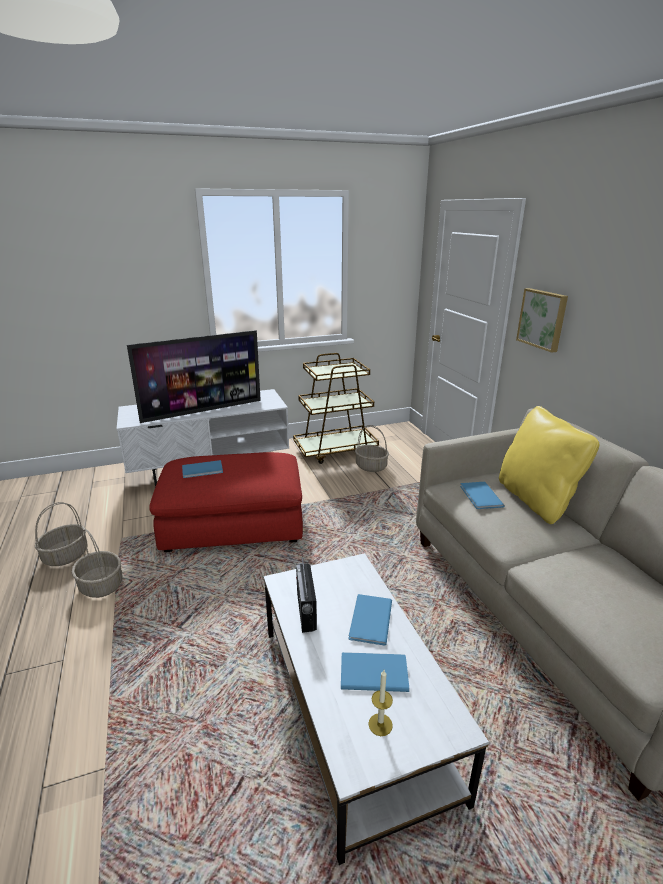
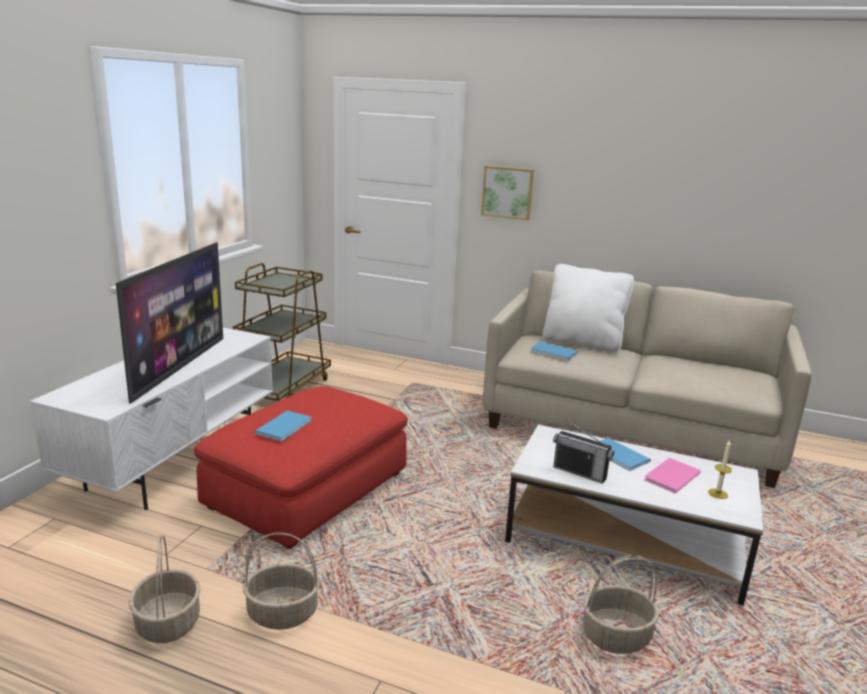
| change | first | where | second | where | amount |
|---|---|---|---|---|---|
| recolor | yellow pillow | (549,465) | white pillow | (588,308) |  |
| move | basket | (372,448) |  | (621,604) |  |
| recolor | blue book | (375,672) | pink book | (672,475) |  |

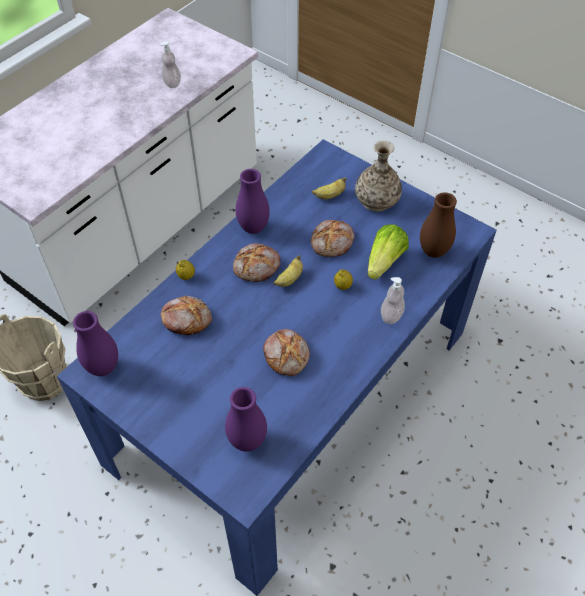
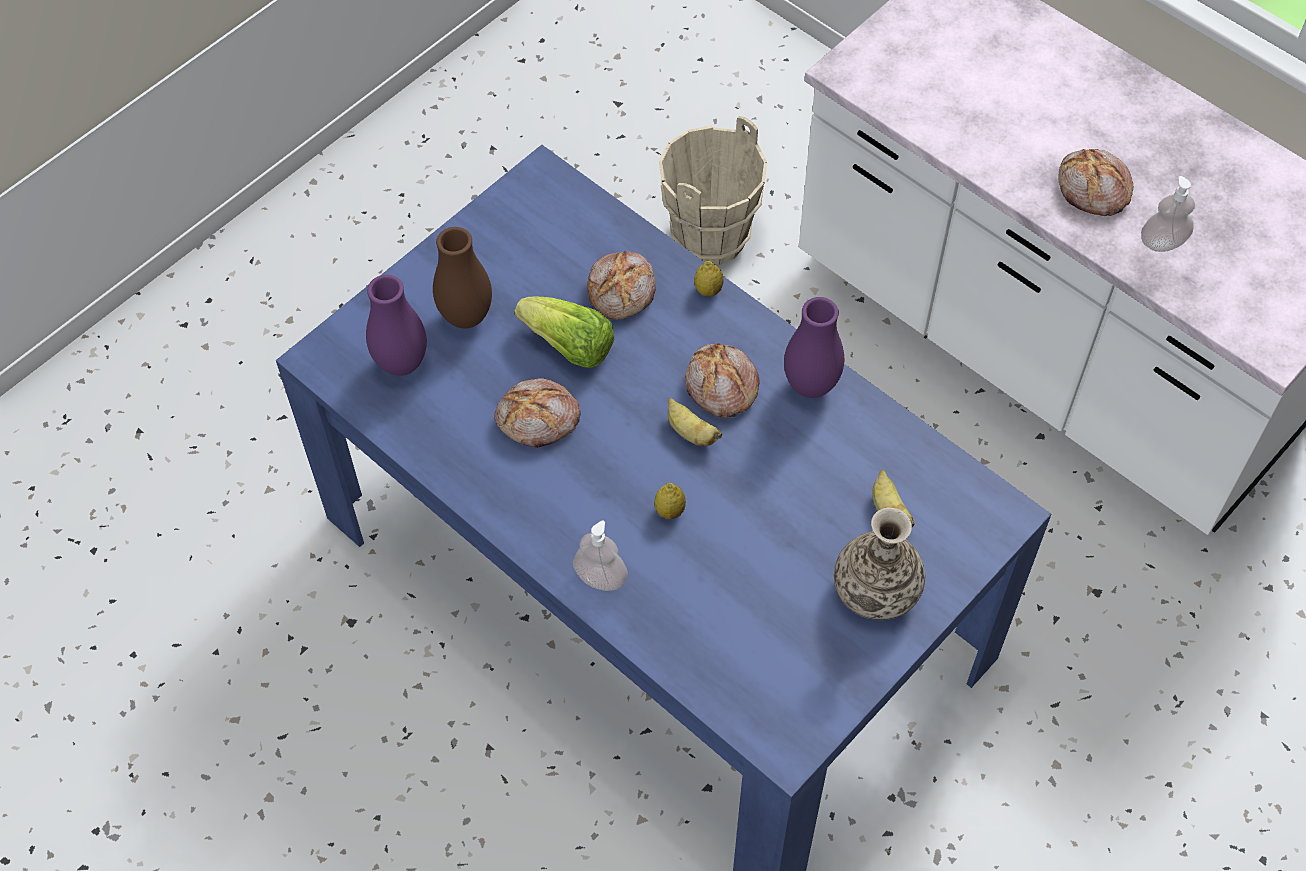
| change | first | where | second | where | amount |
|---|---|---|---|---|---|
| move | brown vase | (438,225) |  | (462,277) |  |
| move | lettuce | (388,252) |  | (564,332) |  |
| move | bread | (333,238) |  | (1096,182) |  |
| delete | purple vase | (95,343) |  |  |  |

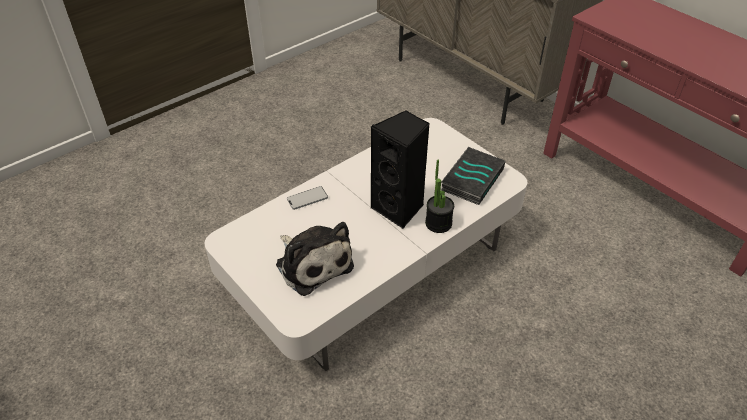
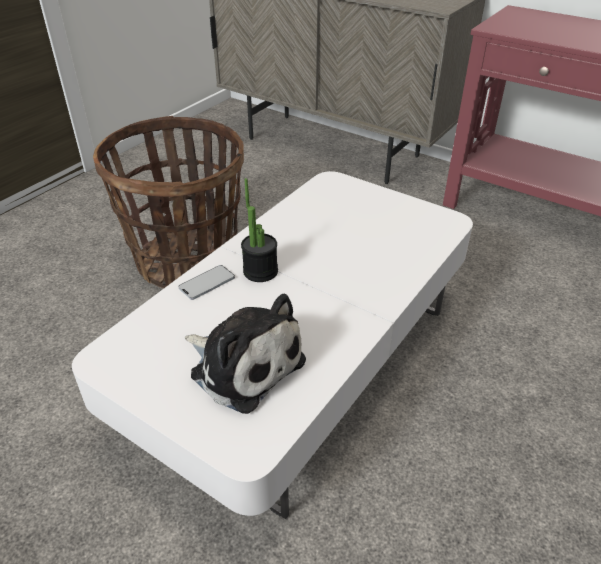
| change | first | where | second | where | amount |
|---|---|---|---|---|---|
| insert |  |  | basket | (168,202) |  |
| move | potted plant | (439,196) |  | (259,230) |  |
| delete | black speaker | (400,169) |  |  |  |
| delete | book | (473,176) |  |  |  |

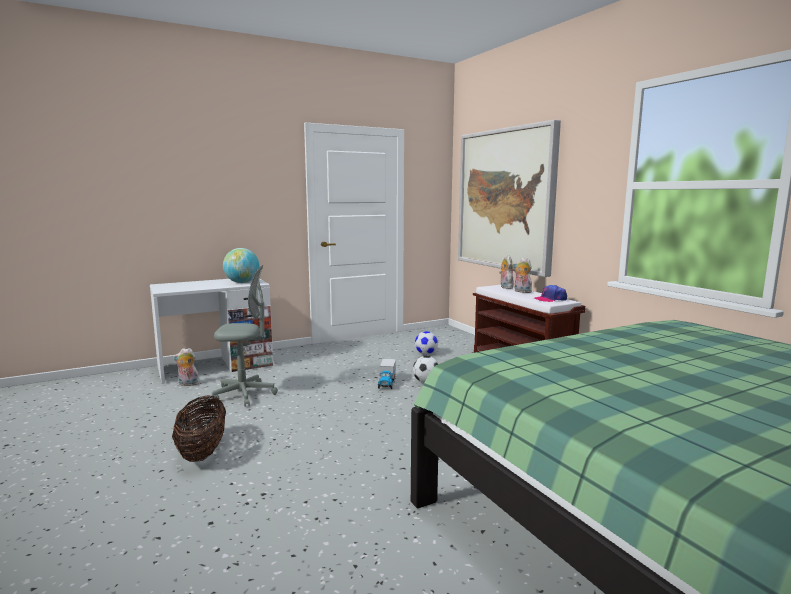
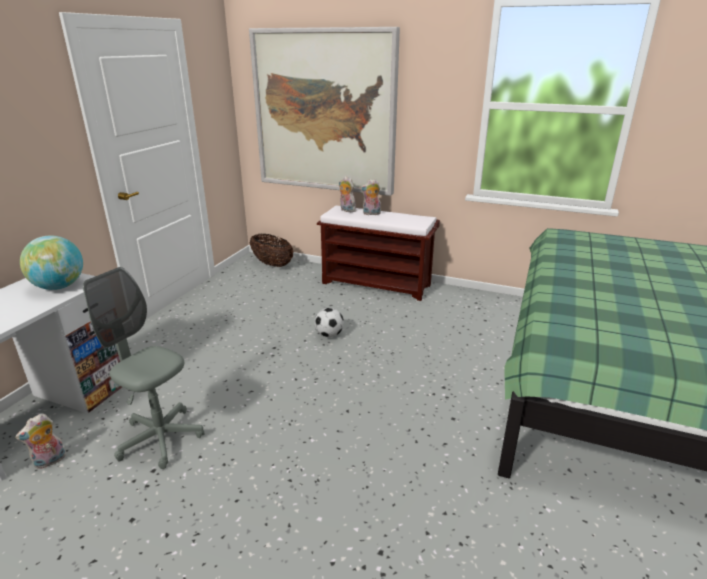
| change | first | where | second | where | amount |
|---|---|---|---|---|---|
| rotate | grey office chair | (245,336) |  | (144,368) | 105 degrees counterclockwise |
| move | basket | (199,429) |  | (272,250) |  |
| delete | toy truck | (387,374) |  |  |  |
| delete | football | (426,343) |  |  |  |
| delete | cap | (550,293) |  |  |  |

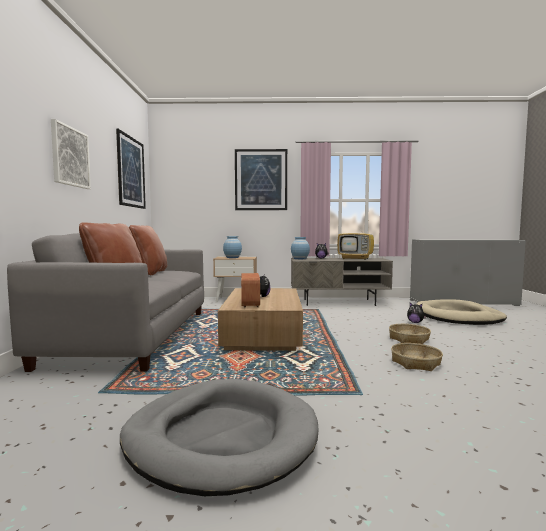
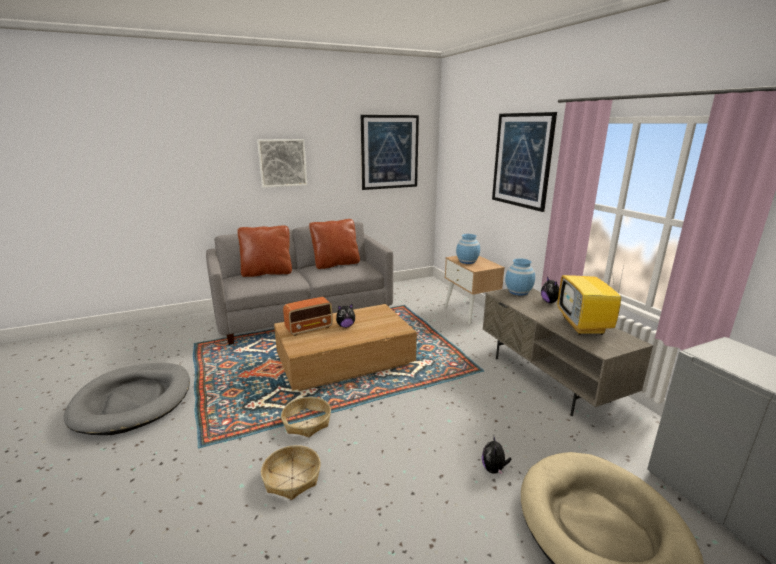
| change | first | where | second | where | amount |
|---|---|---|---|---|---|
| move | basket | (410,334) |  | (306,417) |  |

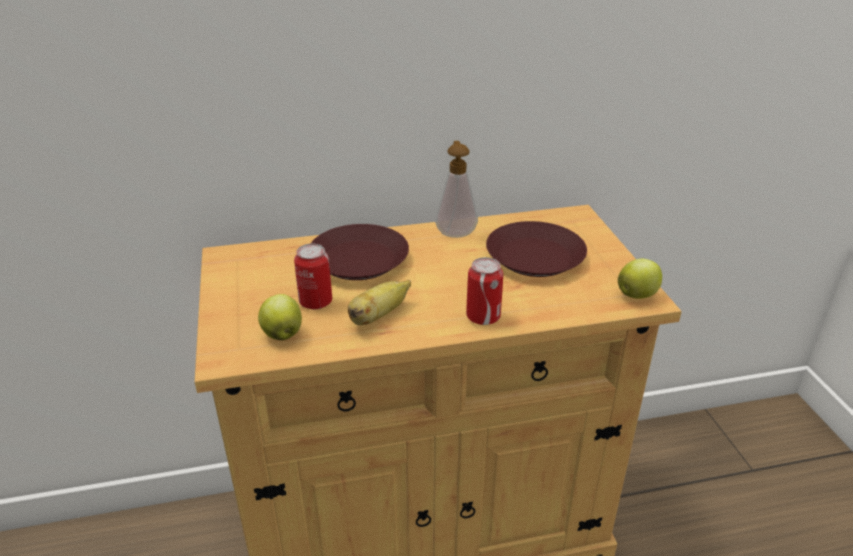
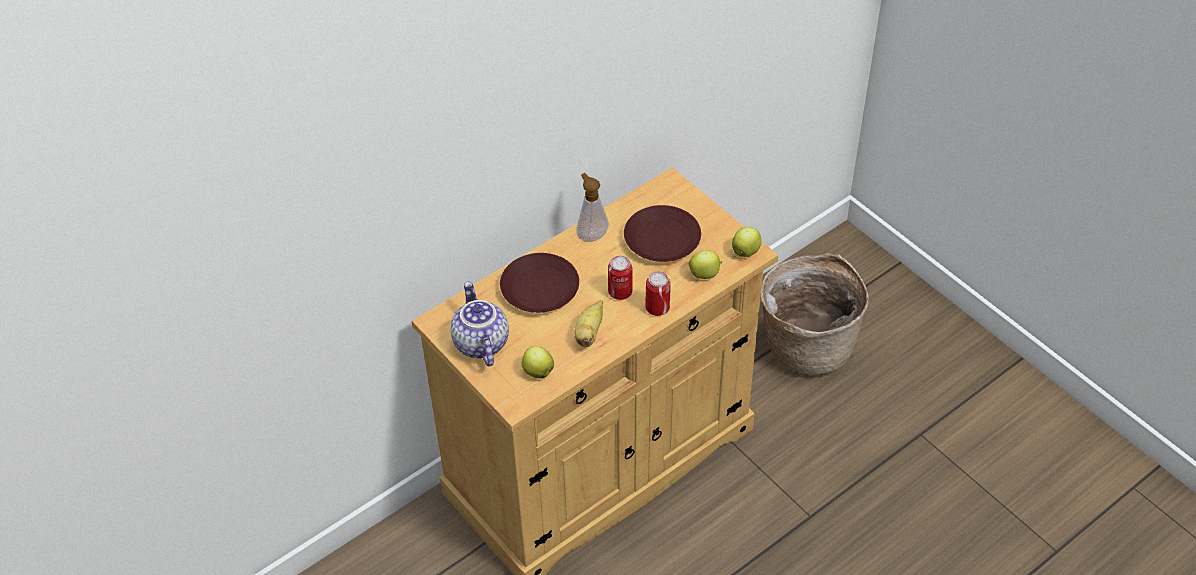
| change | first | where | second | where | amount |
|---|---|---|---|---|---|
| insert |  |  | teapot | (480,324) |  |
| move | can | (313,276) |  | (620,278) |  |
| insert |  |  | apple | (705,264) |  |
| insert |  |  | basket | (815,314) |  |

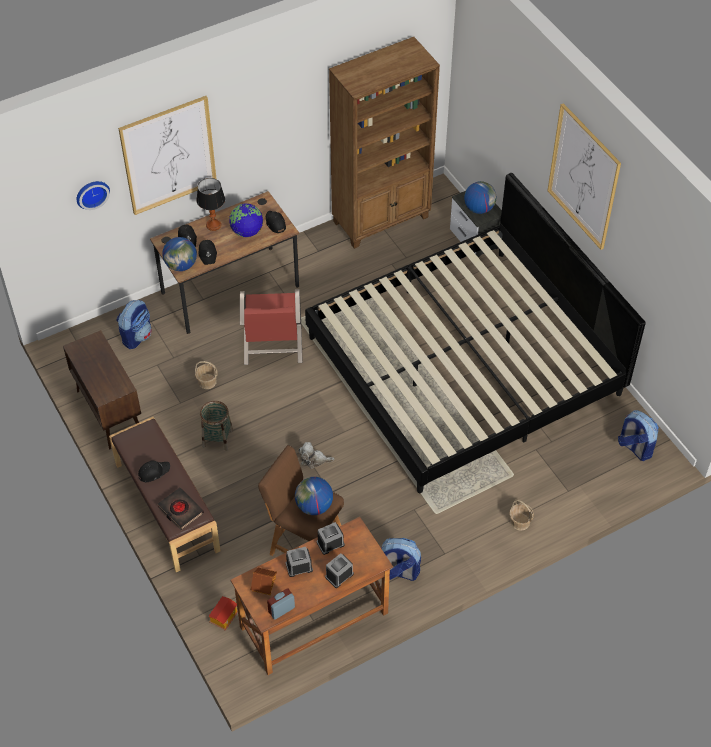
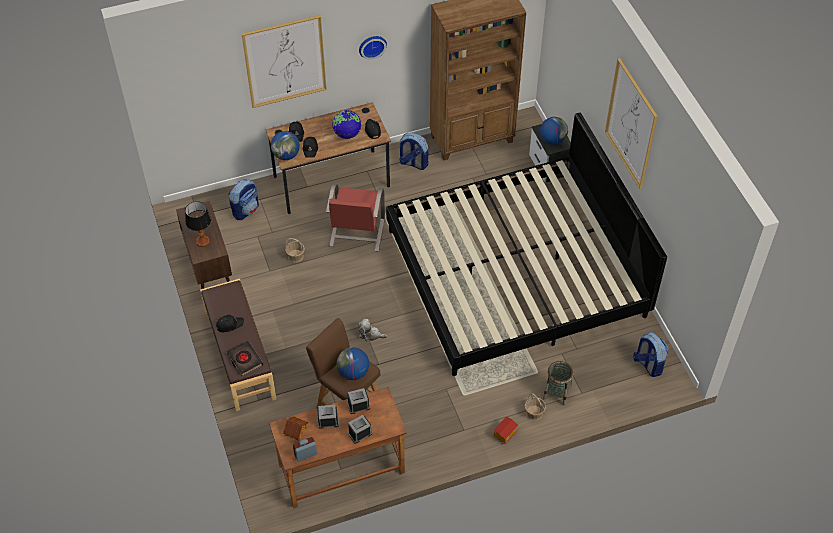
| change | first | where | second | where | amount |
|---|---|---|---|---|---|
| move | table lamp | (210,204) |  | (198,224) |  |
| move | wall clock | (93,195) |  | (373,48) |  |
| move | backpack | (401,559) |  | (414,151) |  |
| move | toy house | (223,613) |  | (505,431) |  |
| move | basket | (216,426) |  | (558,383) |  |

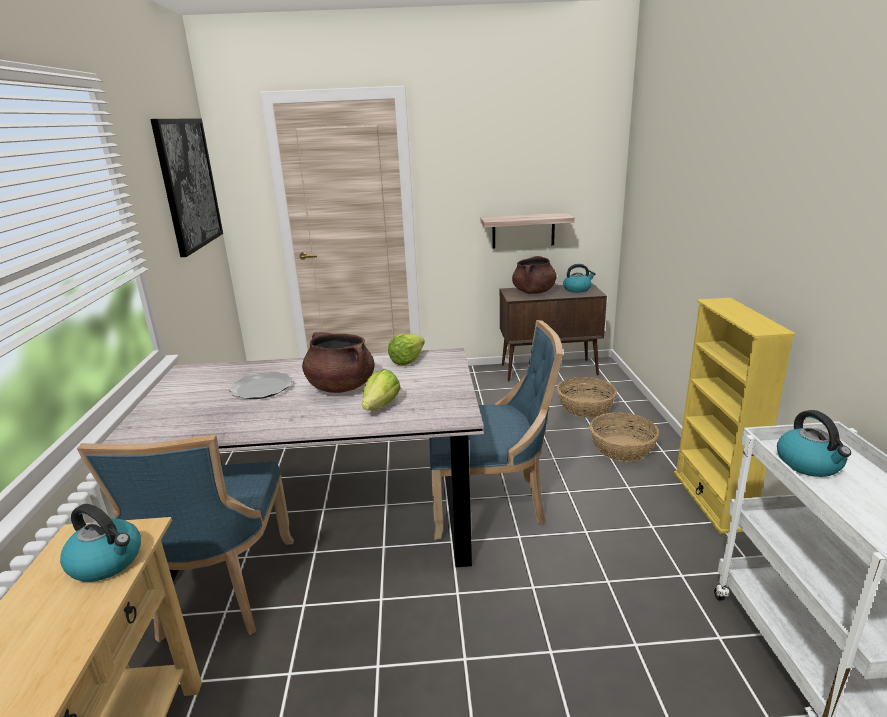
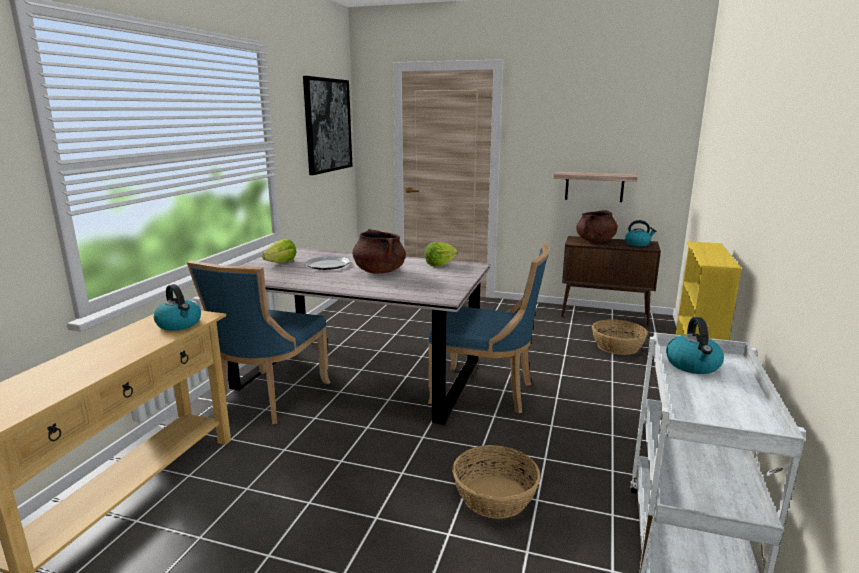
| change | first | where | second | where | amount |
|---|---|---|---|---|---|
| move | lettuce | (381,390) |  | (279,250) |  |
| move | basket | (624,437) |  | (496,482) |  |

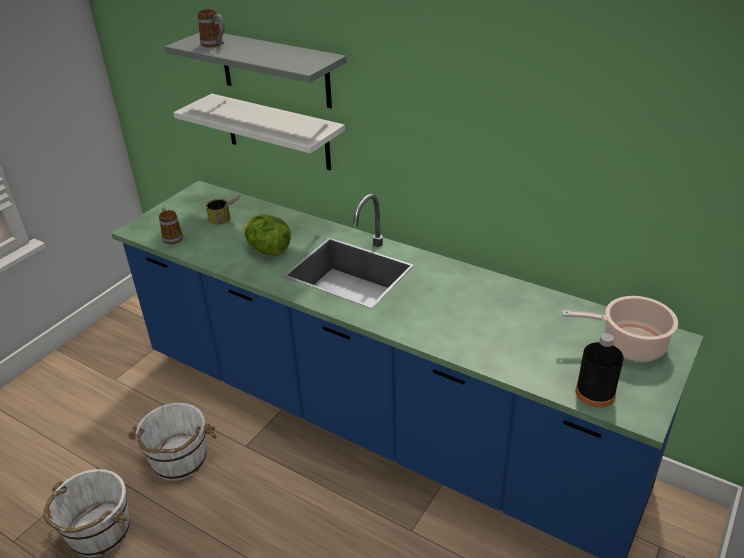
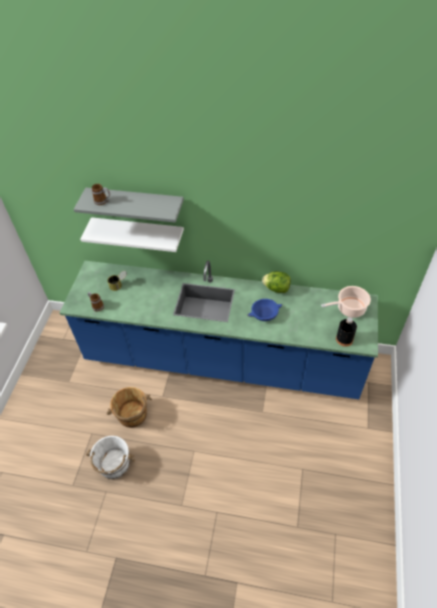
| change | first | where | second | where | amount |
|---|---|---|---|---|---|
| recolor | white bucket | (172,442) | brown bucket | (129,407) |  |
| insert |  |  | blue bowl | (264,310) |  |
| move | lettuce | (267,235) |  | (276,282) |  |

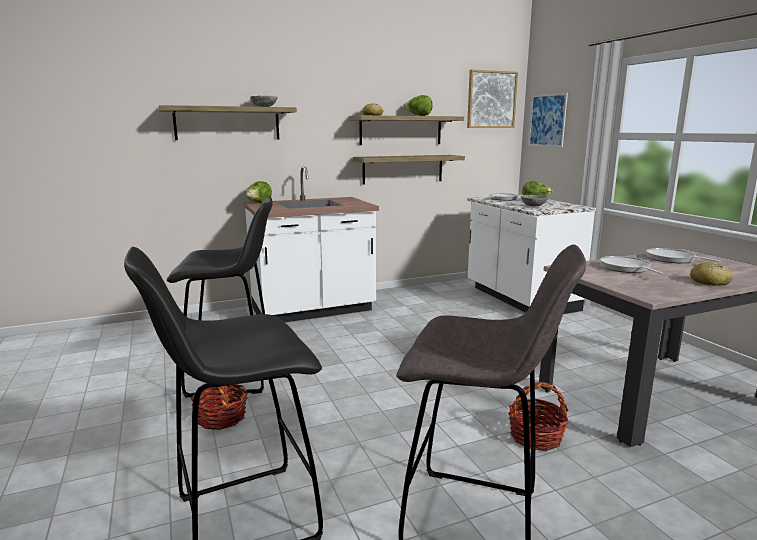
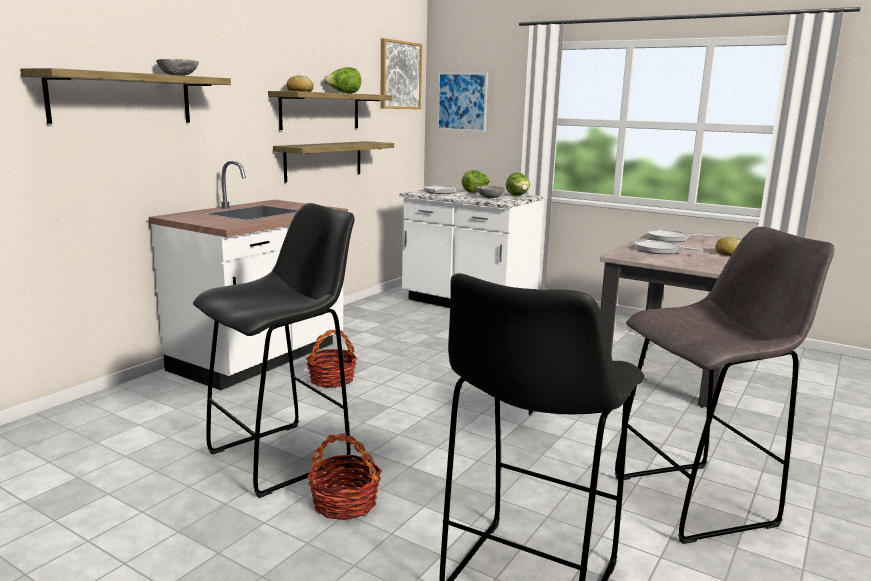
| change | first | where | second | where | amount |
|---|---|---|---|---|---|
| move | basket | (538,416) |  | (331,359) |  |
| move | lettuce | (259,192) |  | (518,184) |  |

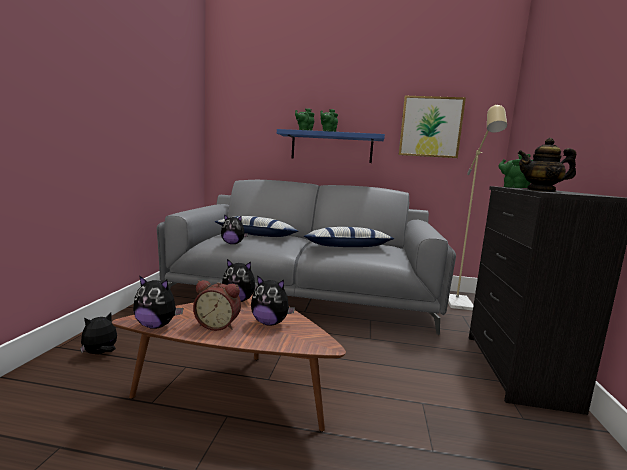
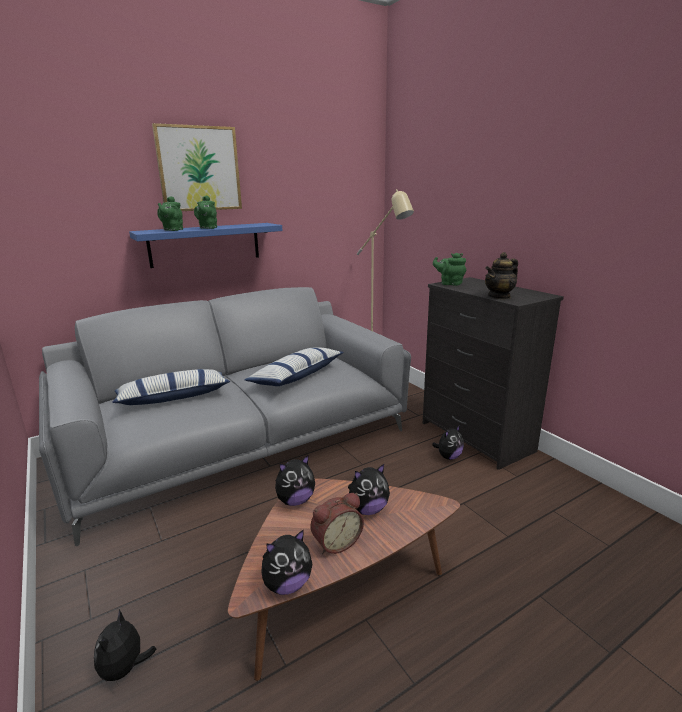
| change | first | where | second | where | amount |
|---|---|---|---|---|---|
| move | picture | (432,127) |  | (197,167) |  |
| move | plush toy | (234,229) |  | (448,442) |  |

